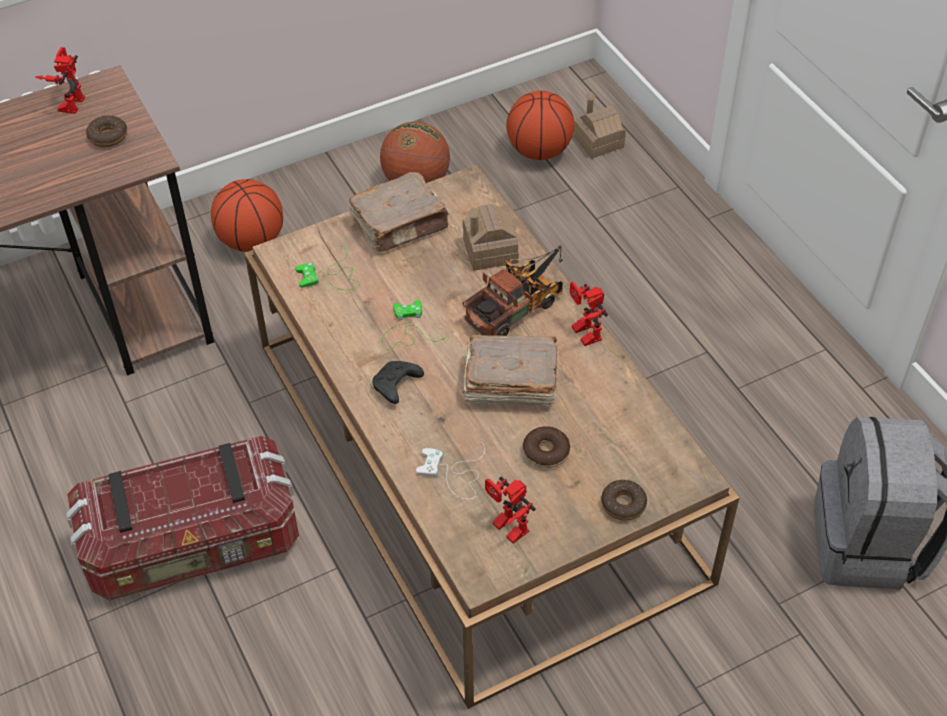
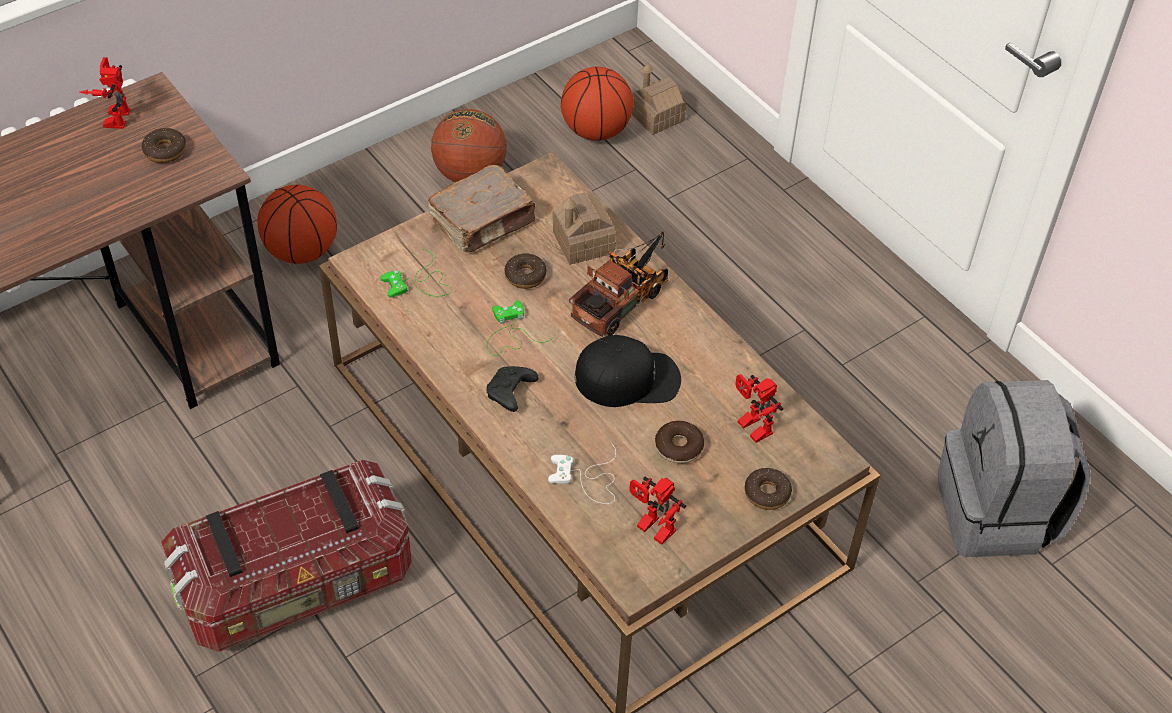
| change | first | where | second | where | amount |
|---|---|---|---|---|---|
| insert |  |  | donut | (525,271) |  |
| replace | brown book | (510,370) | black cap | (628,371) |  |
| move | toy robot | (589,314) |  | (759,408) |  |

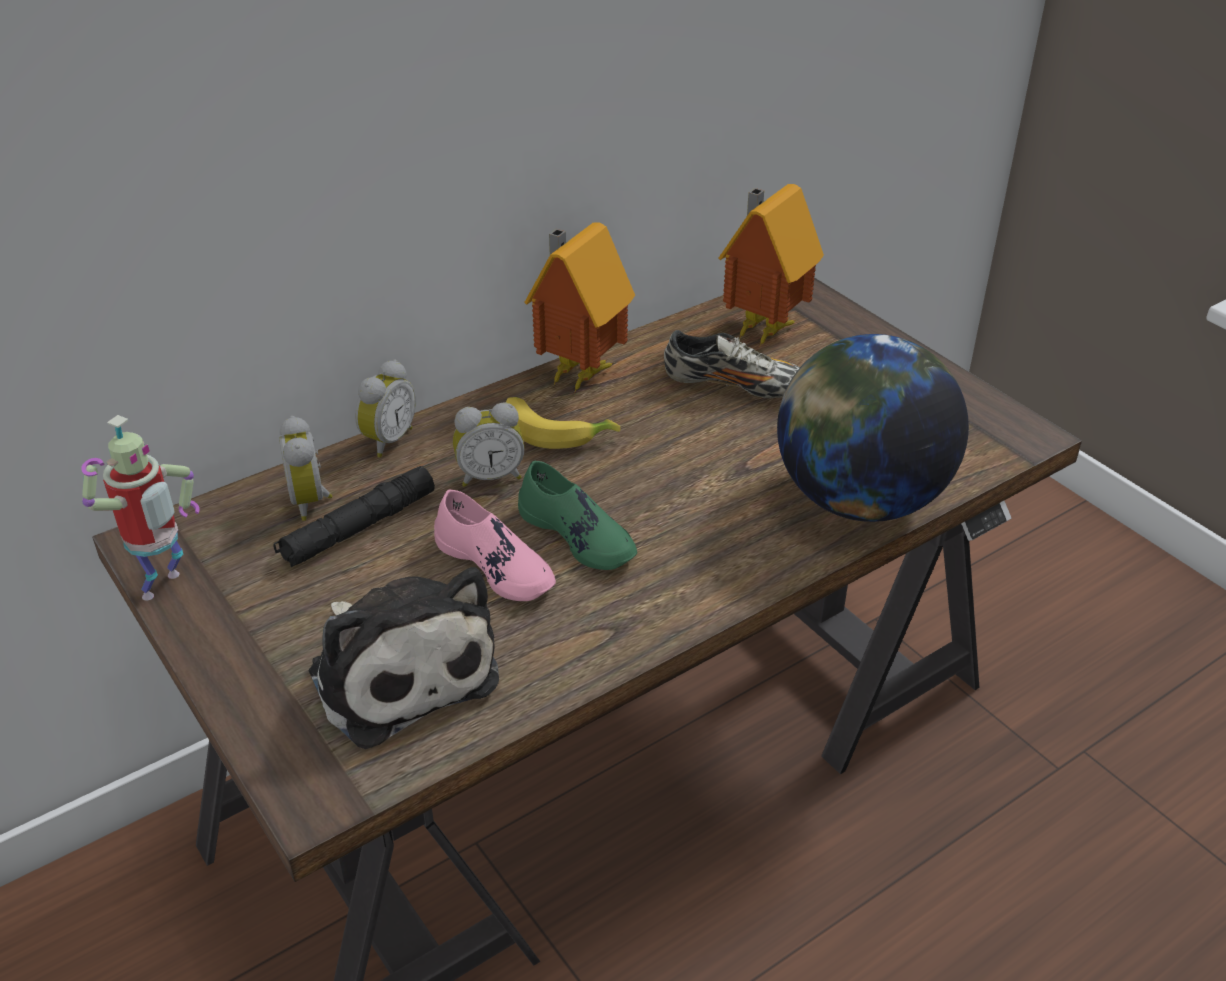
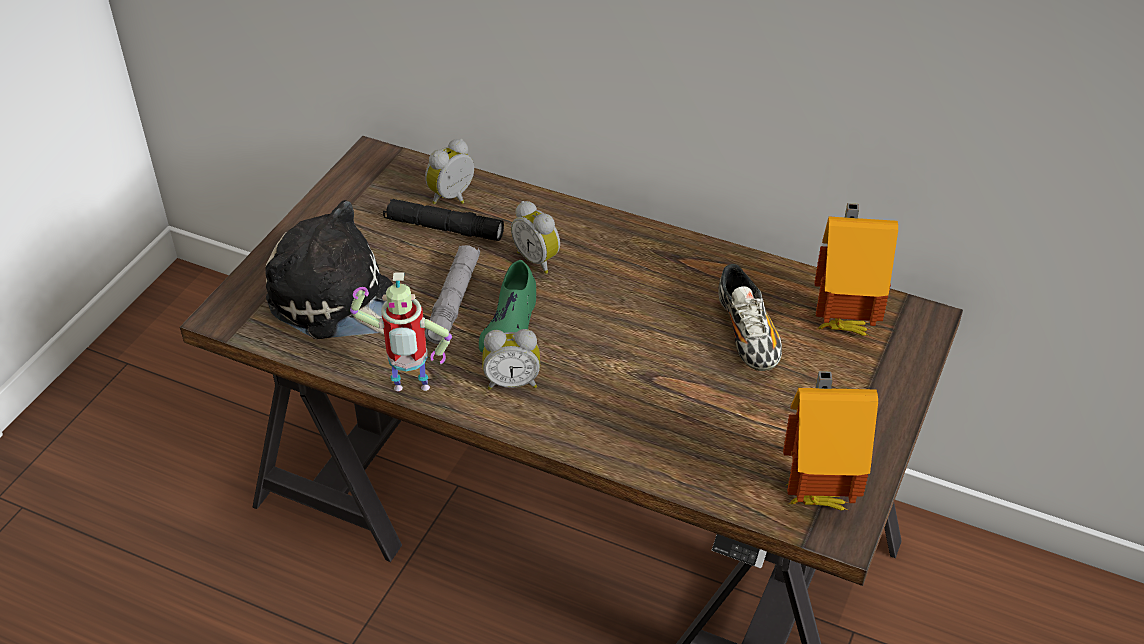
| change | first | where | second | where | amount |
|---|---|---|---|---|---|
| rotate | plush toy | (404,658) |  | (329,269) | 105 degrees clockwise |
| move | toy robot | (140,508) |  | (401,331) |  |
| replace | pink shoe | (495,545) | grey flashlight | (452,294) |  |
| move | alarm clock | (385,408) |  | (511,359) |  |
| move | toy house | (579,306) |  | (830,440) |  |
| delete | banana | (563,423) |  |  |  |
| delete | globe | (873,428) |  |  |  |

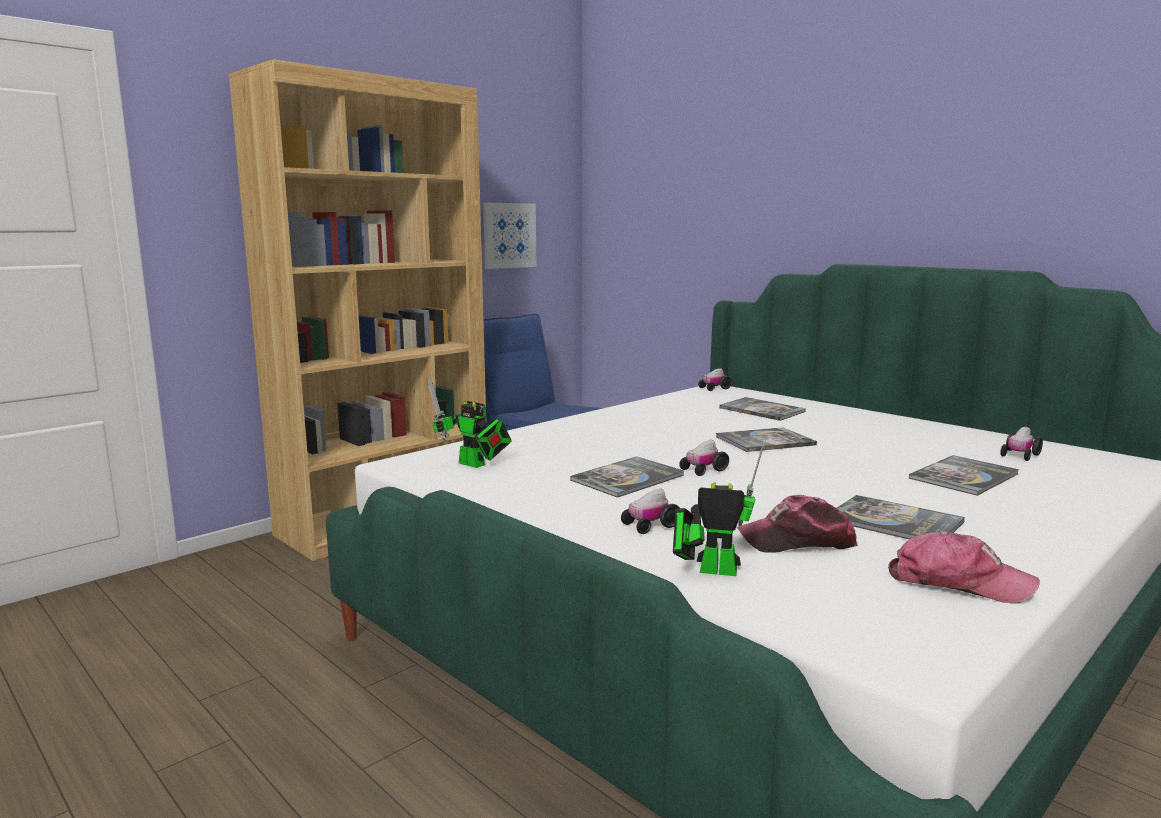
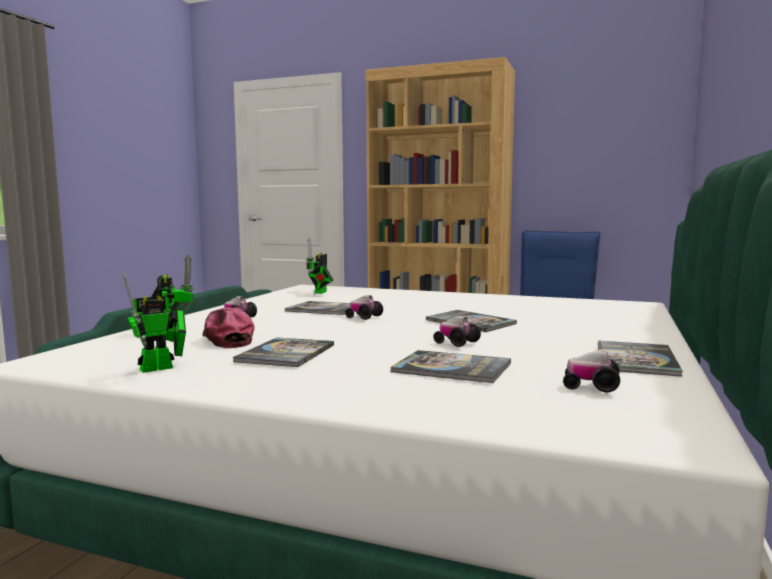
| change | first | where | second | where | amount |
|---|---|---|---|---|---|
| replace | cap | (964,567) | toy robot | (154,323) |  |
| move | toy car | (715,379) |  | (457,331) |  |
| move | book | (762,409) |  | (640,359) |  |
| delete | picture | (510,236) |  |  |  |

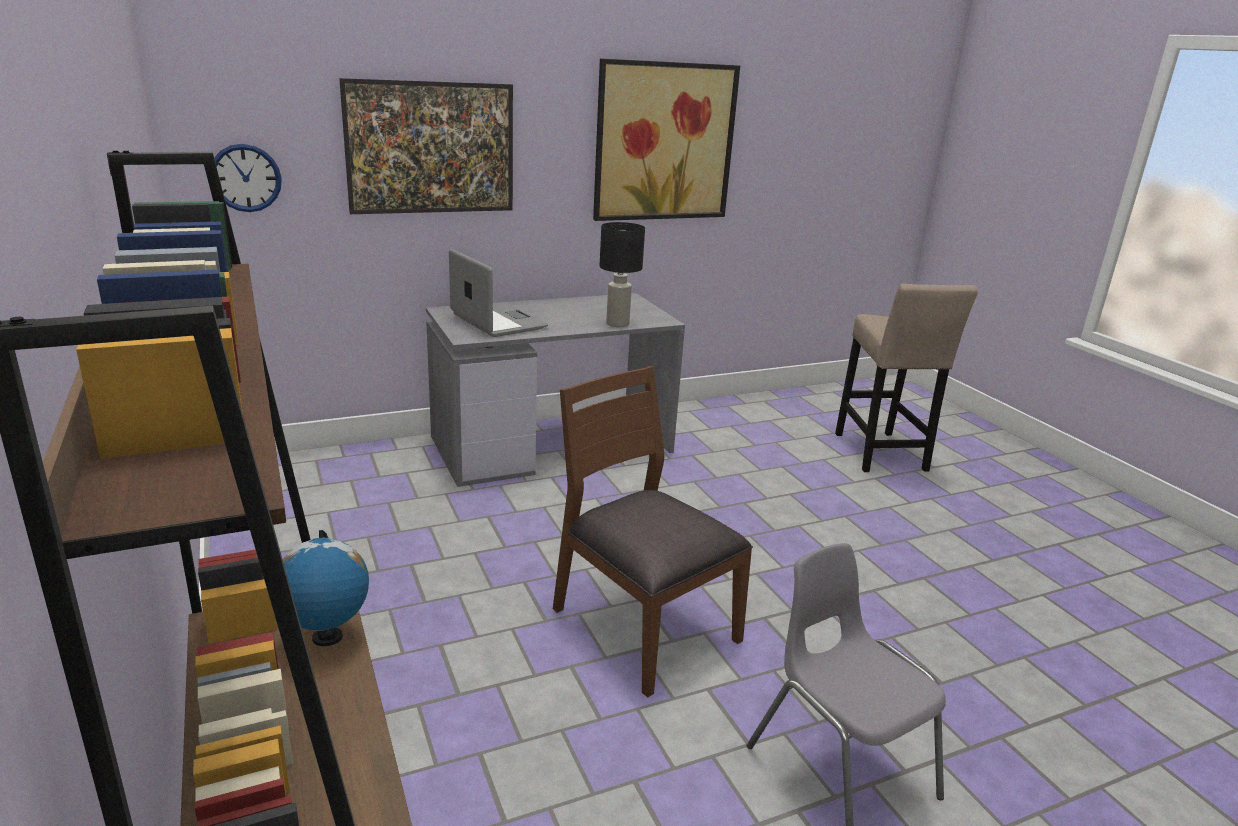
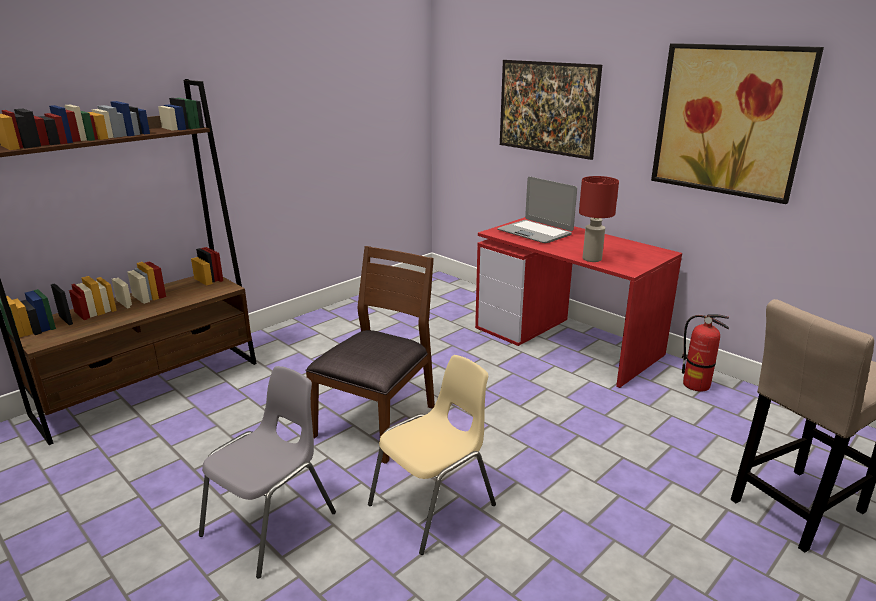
| change | first | where | second | where | amount |
|---|---|---|---|---|---|
| insert |  |  | beige chair | (432,455) |  |
| recolor | grey desk | (555,390) | red desk | (578,302) |  |
| rotate | laptop | (498,293) |  | (537,210) | 105 degrees clockwise |
| recolor | black table lamp | (622,274) | red table lamp | (599,219) |  |
| insert |  |  | fire extinguisher | (705,353) |  |
| delete | wall clock | (248,178) |  |  |  |
| delete | globe | (326,588) |  |  |  |

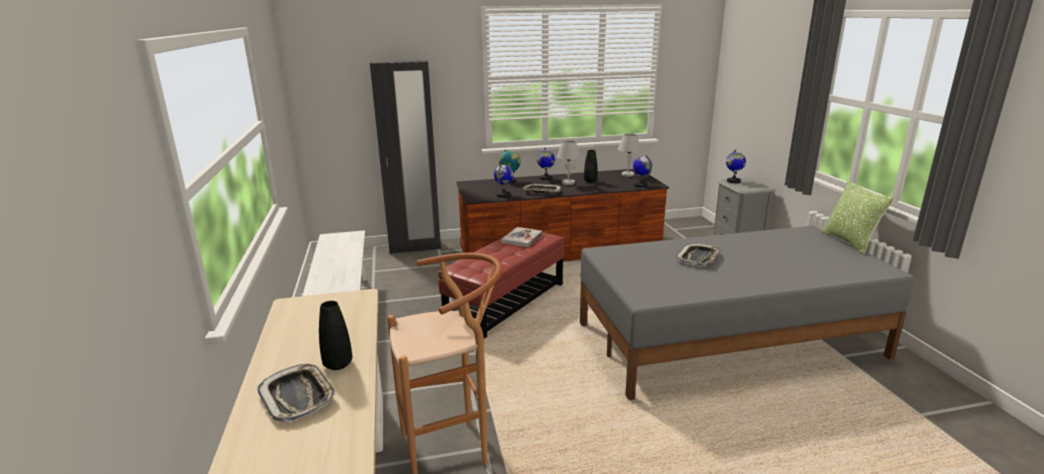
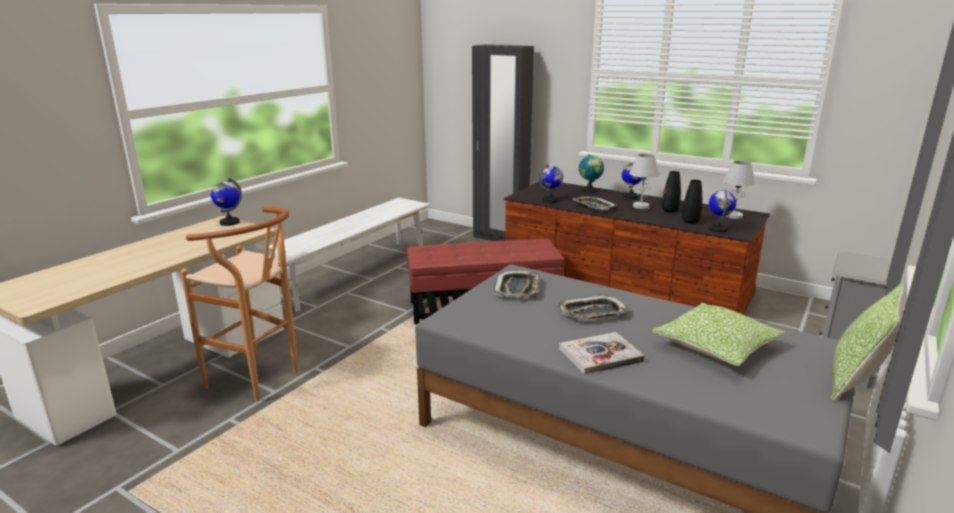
| change | first | where | second | where | amount |
|---|---|---|---|---|---|
| move | globe | (736,166) |  | (226,202) |  |
| move | tray | (297,393) |  | (517,283) |  |
| move | book | (521,237) |  | (601,353) |  |
| insert |  |  | pillow | (718,334) |  |
| move | black vase | (335,335) |  | (692,201) |  |

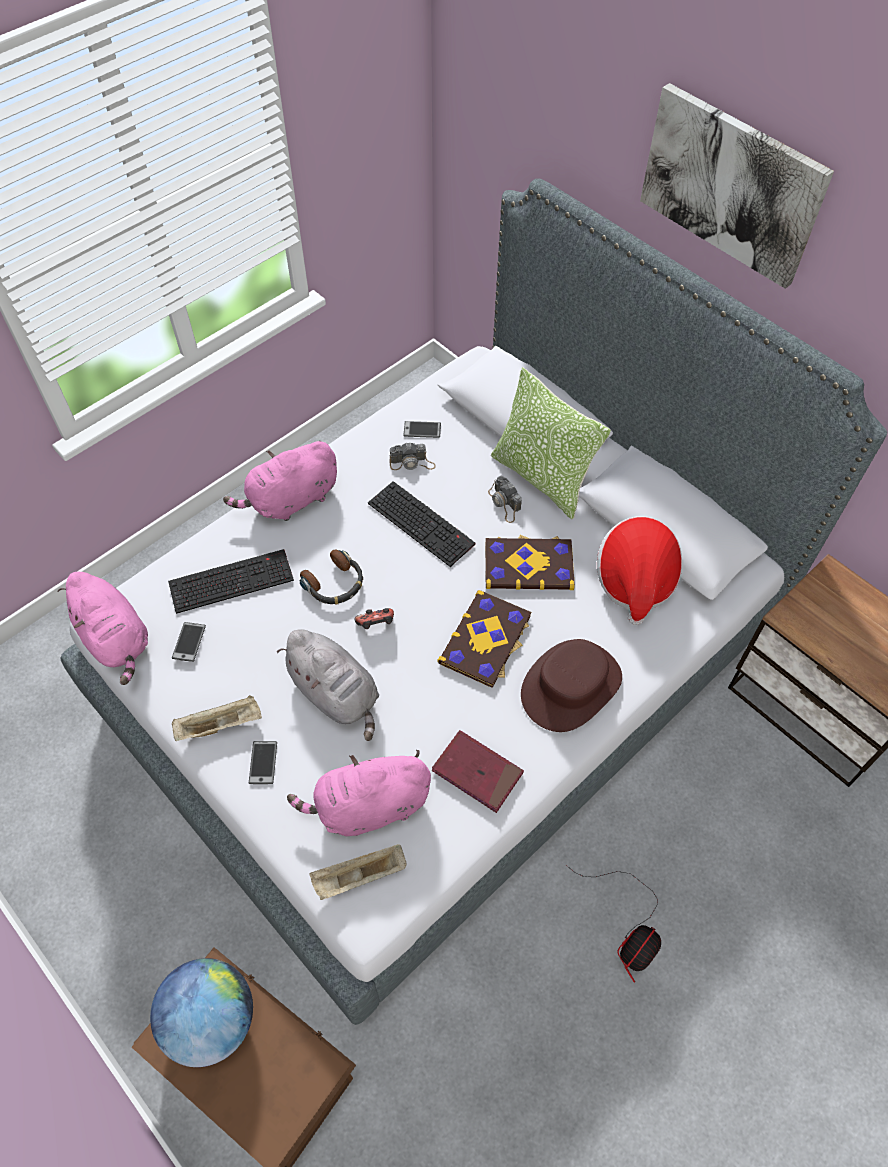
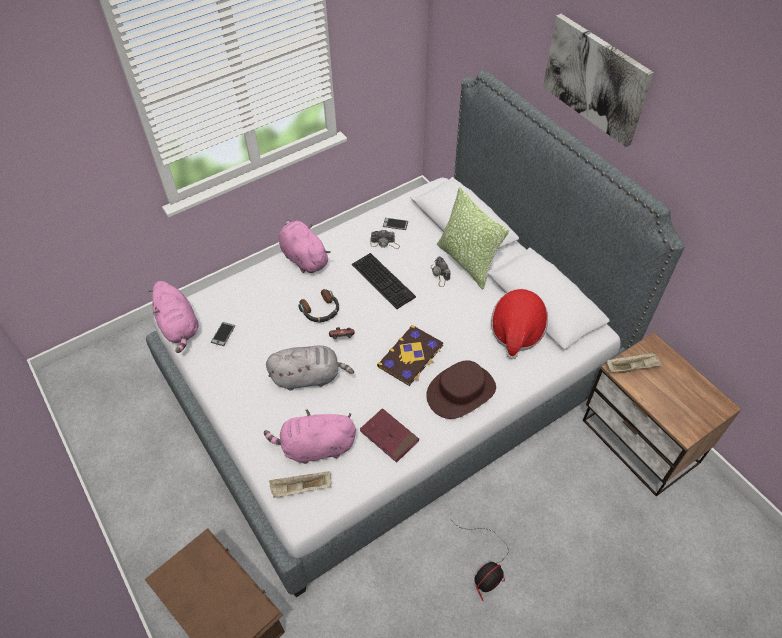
| change | first | where | second | where | amount |
|---|---|---|---|---|---|
| rotate | grey plush toy | (328,685) |  | (310,368) | 60 degrees counterclockwise |
| rotate | pink plush toy | (280,481) |  | (305,246) | 75 degrees clockwise |
| move | beige tray | (217,718) |  | (635,362) |  |
| delete | globe | (201,1012) |  |  |  |
| delete | keyboard | (231,581) |  |  |  |
| delete | phone | (263,762) |  |  |  |
| delete | book | (530,562) |  |  |  |

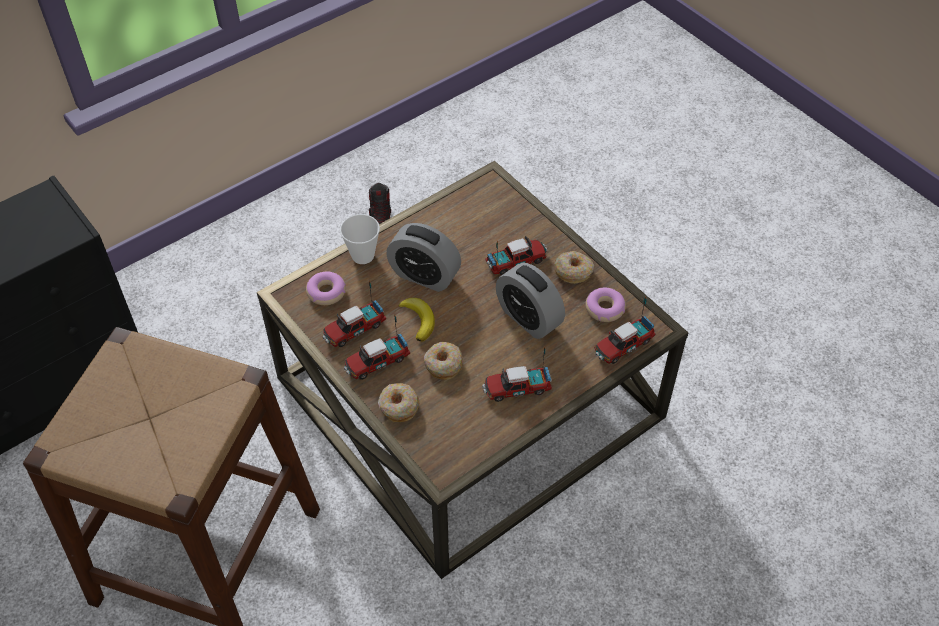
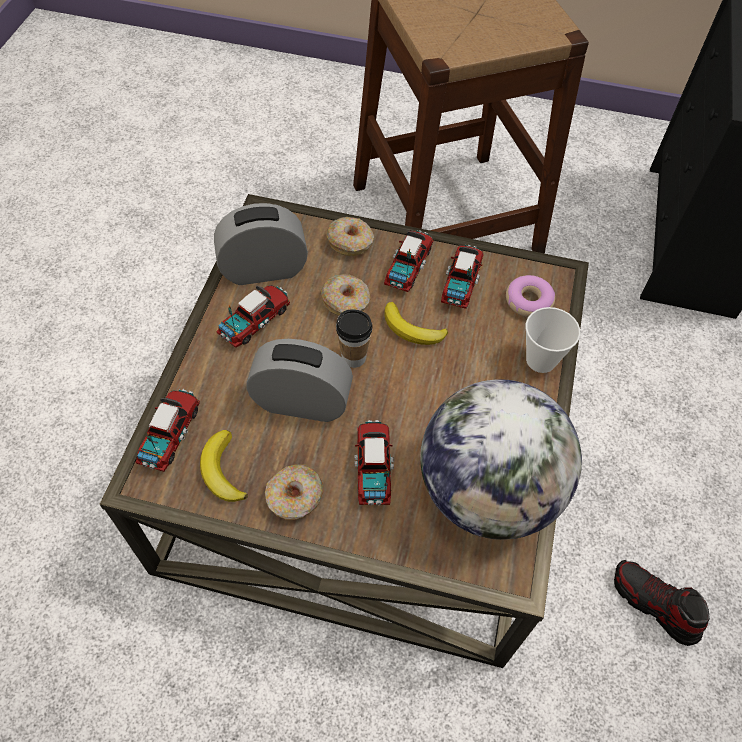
| change | first | where | second | where | amount |
|---|---|---|---|---|---|
| replace | donut | (605,305) | banana | (224,466) |  |
| move | alarm clock | (423,257) |  | (261,244) |  |
| insert |  |  | cup | (354,338) |  |
| rotate | toy truck | (516,255) |  | (374,462) | 150 degrees clockwise |
| insert |  |  | globe | (501,459) |  |

